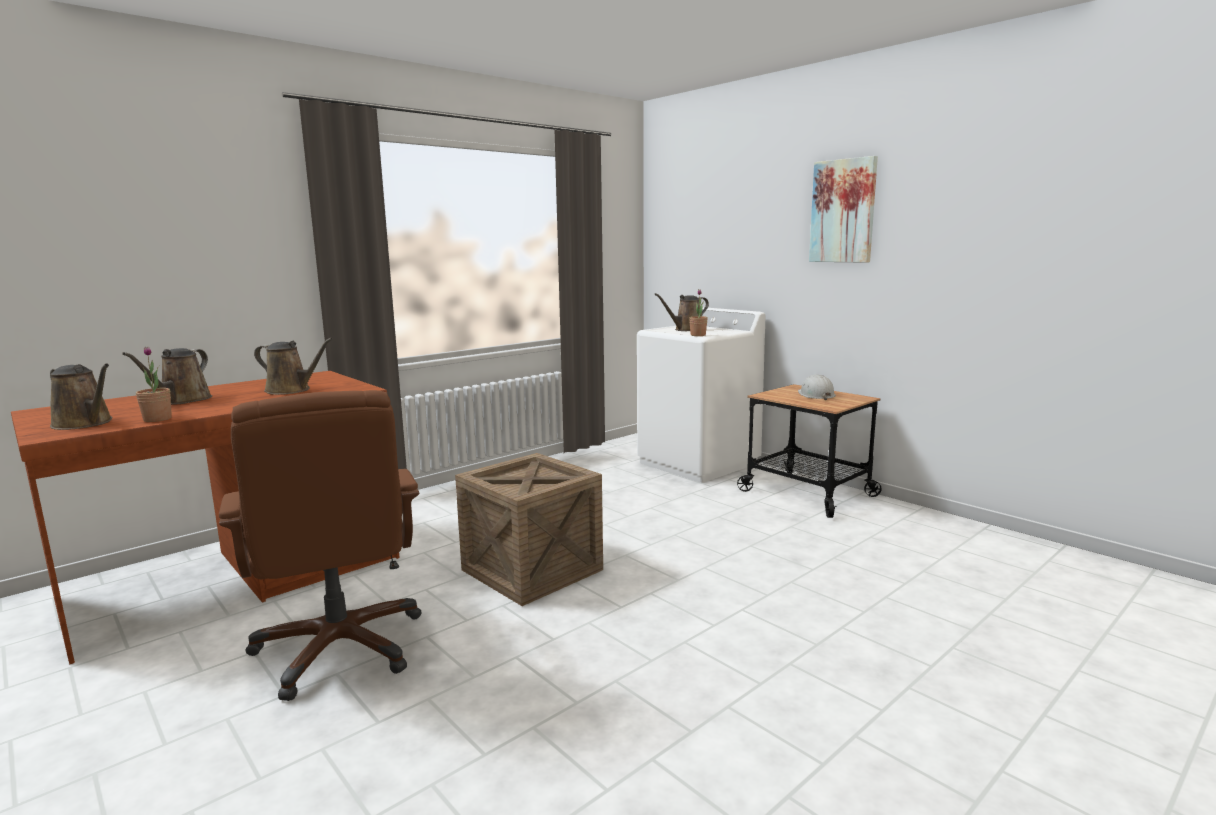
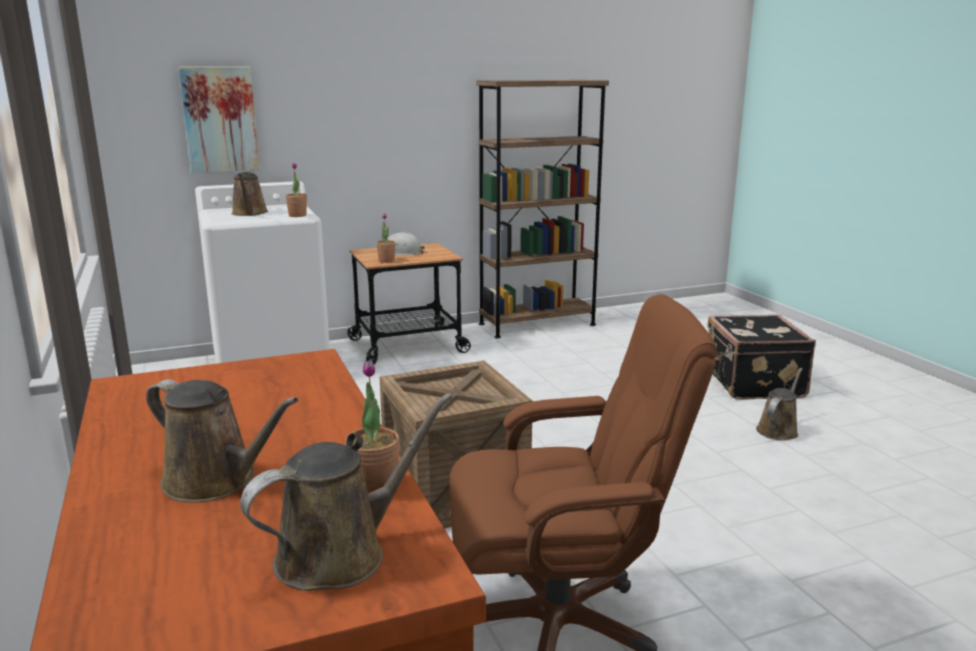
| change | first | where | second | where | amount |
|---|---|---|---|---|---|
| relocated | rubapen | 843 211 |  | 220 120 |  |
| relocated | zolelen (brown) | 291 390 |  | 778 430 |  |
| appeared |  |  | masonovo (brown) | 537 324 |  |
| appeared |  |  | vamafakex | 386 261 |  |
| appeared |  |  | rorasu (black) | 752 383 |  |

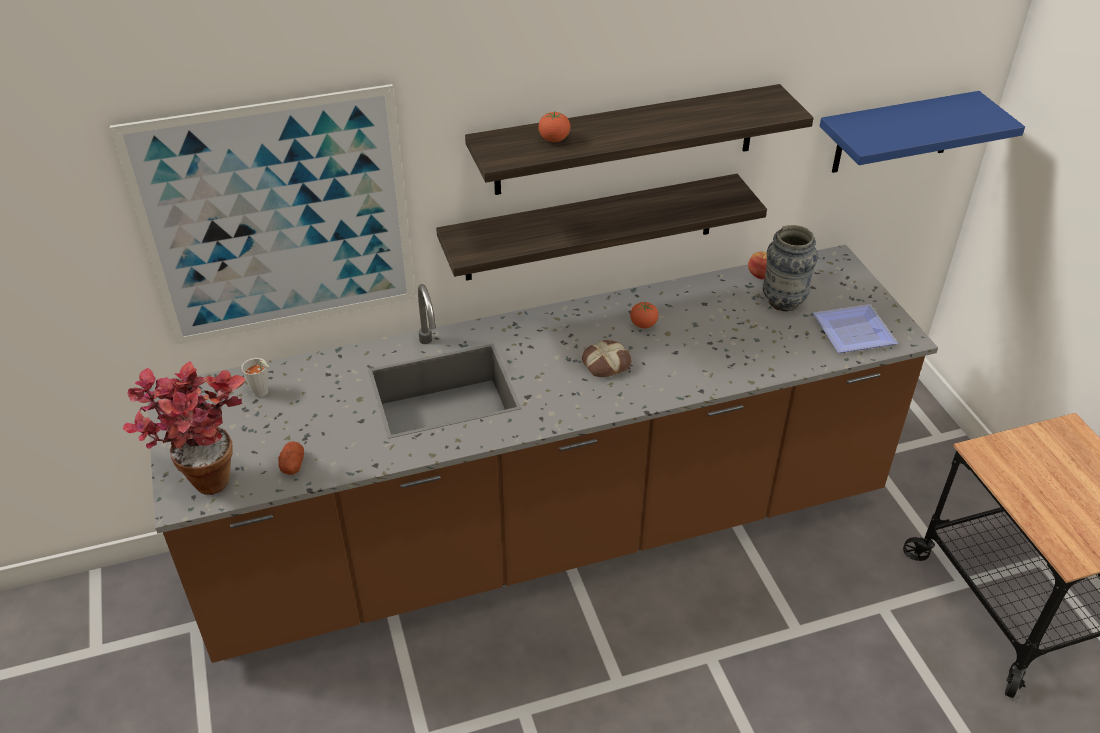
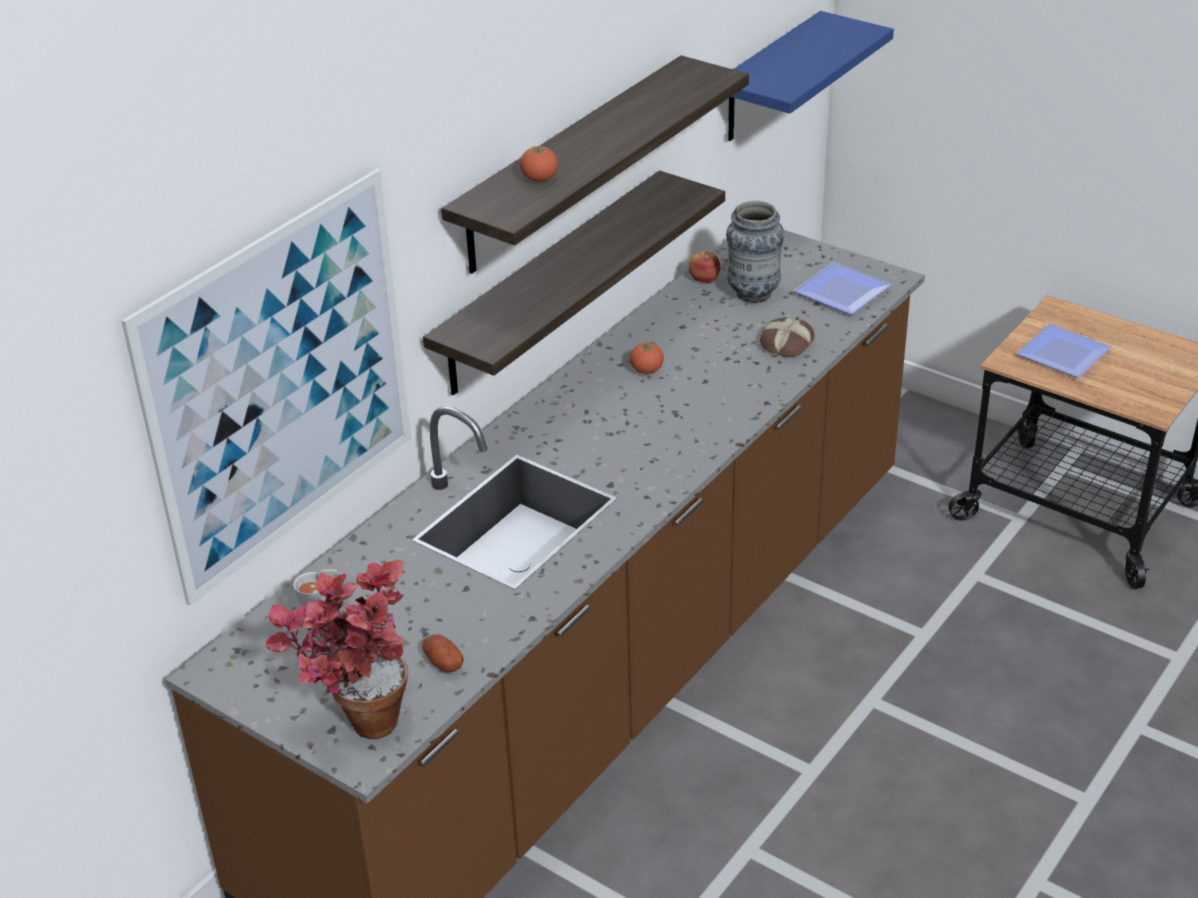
| change | first | where | second | where | amount |
|---|---|---|---|---|---|
| relocated | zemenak | 606 363 |  | 785 343 |  |
| appeared |  |  | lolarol | 1062 352 |  |

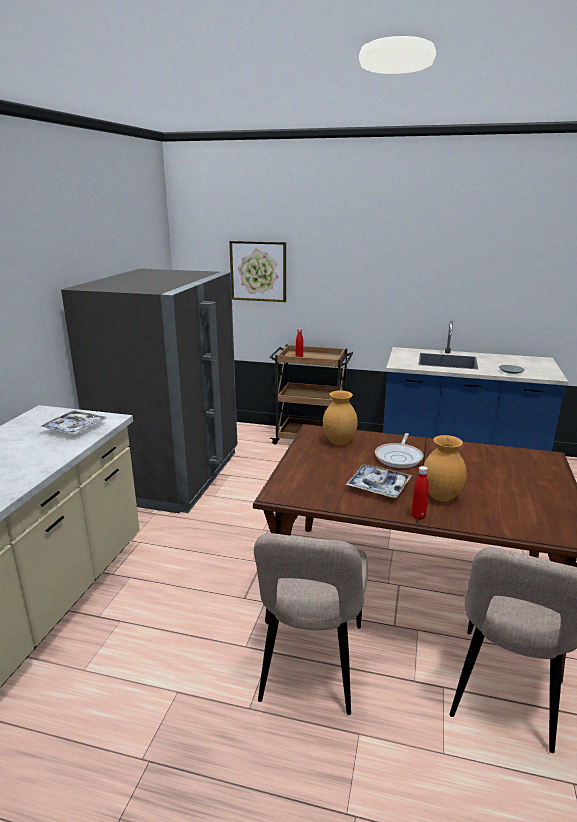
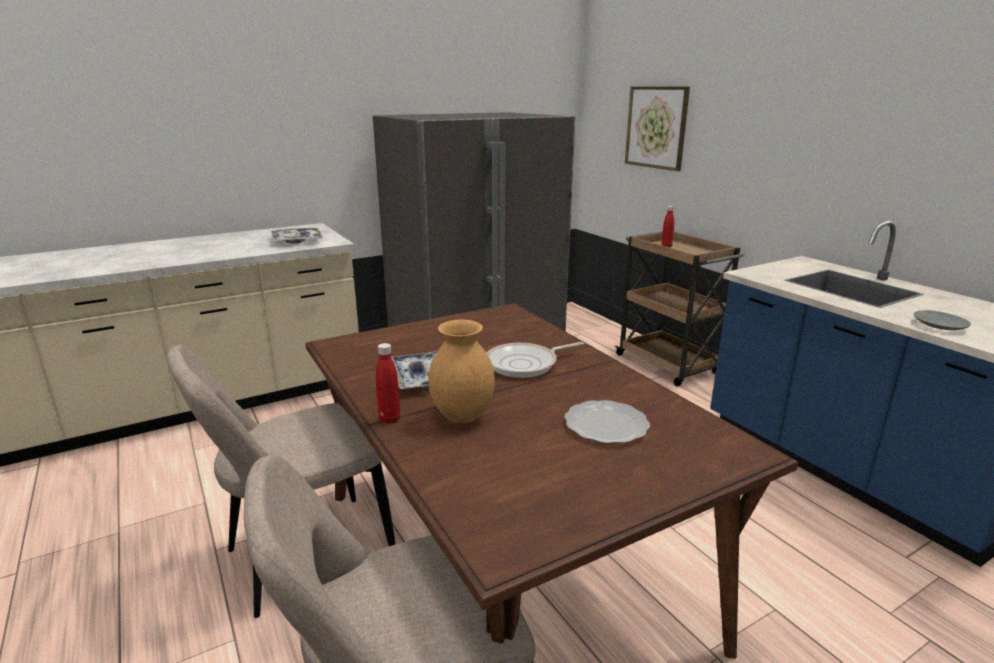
| change | first | where | second | where | amount |
|---|---|---|---|---|---|
| missing | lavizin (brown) | 339 442 |  |  |  |
| appeared |  |  | lolarol | 607 425 |  |

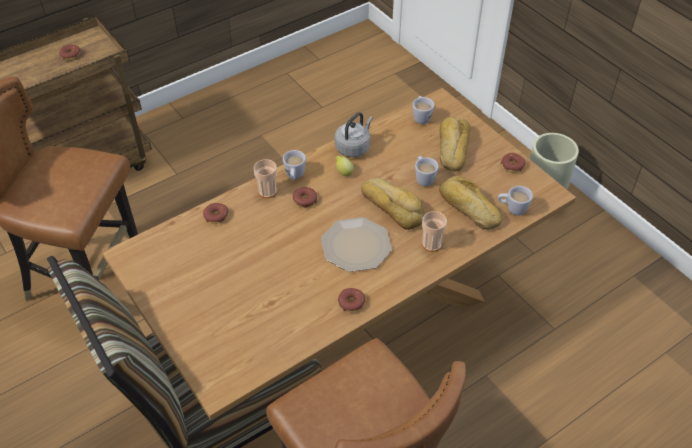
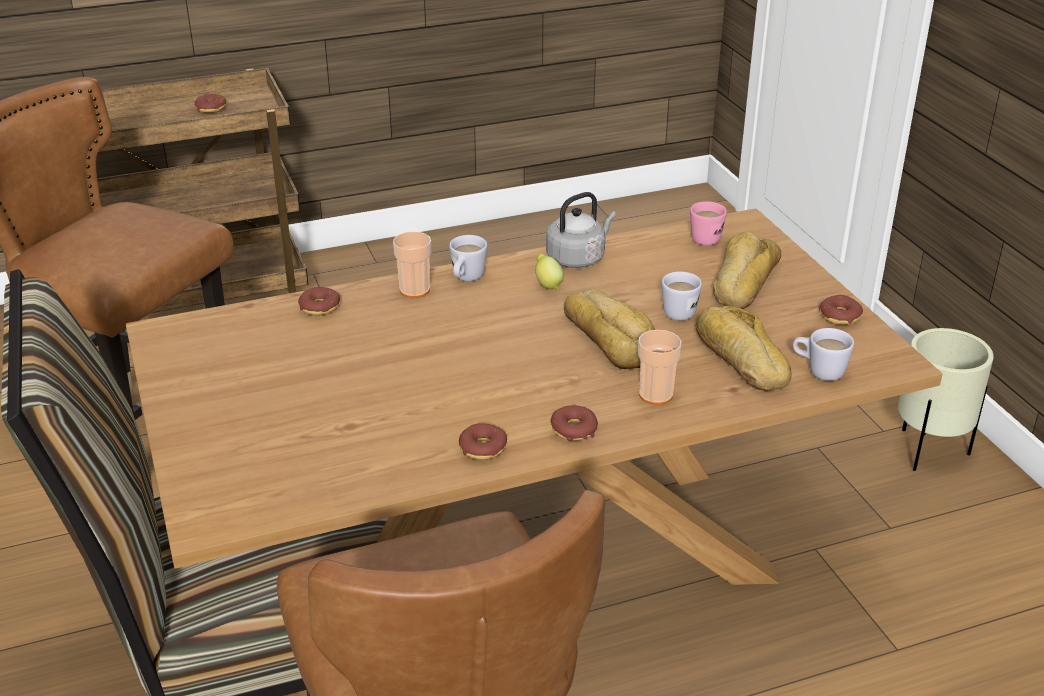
| change | first | where | second | where | amount |
|---|---|---|---|---|---|
| colour | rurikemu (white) | 421 117 | rurikemu (pink) | 705 237 |  |
| relocated | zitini | 305 200 |  | 573 430 |  |
| missing | lolarol | 356 245 |  |  |  |

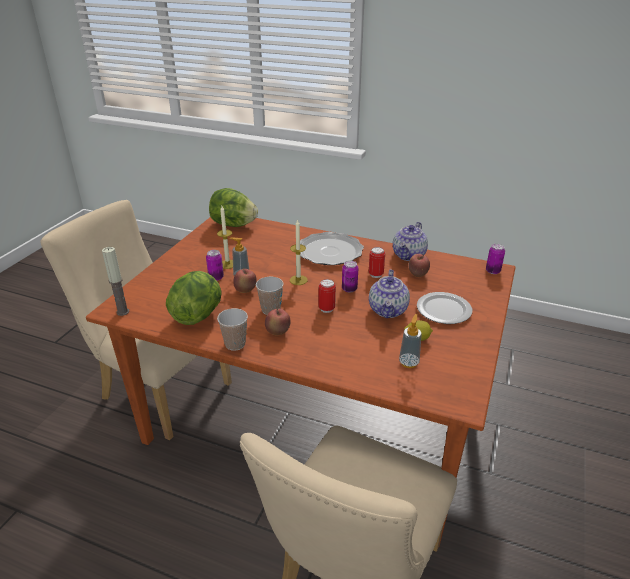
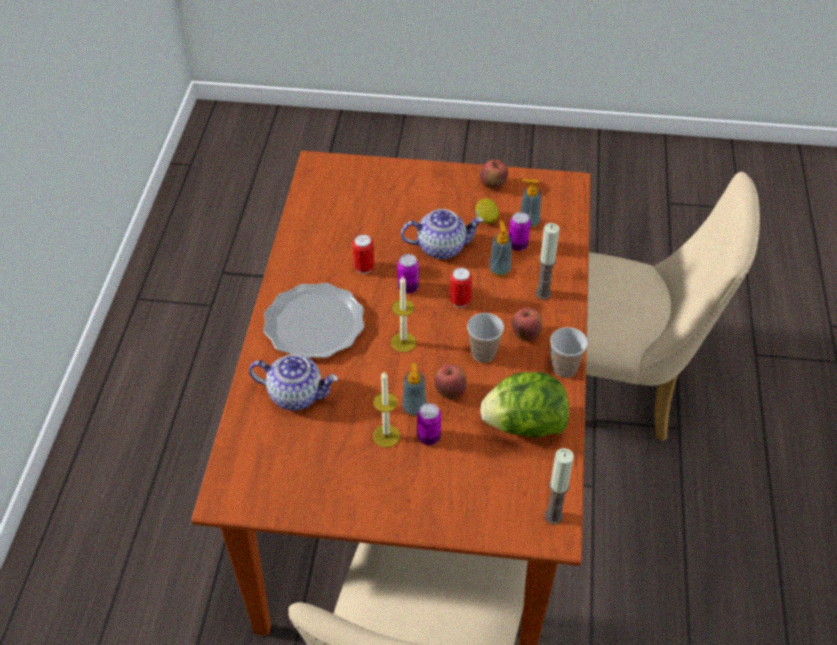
| change | first | where | second | where | amount |
|---|---|---|---|---|---|
| missing | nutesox | 233 225 |  |  |  |
| relocated | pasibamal | 409 255 |  | 296 394 |  |
| relocated | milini | 493 271 |  | 517 245 |  |
| relocated | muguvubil | 417 275 |  | 493 185 |  |
| missing | lolarol | 443 309 |  |  |  |
| appeared |  |  | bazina | 499 270 |  |
| appeared |  |  | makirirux | 543 293 |  |

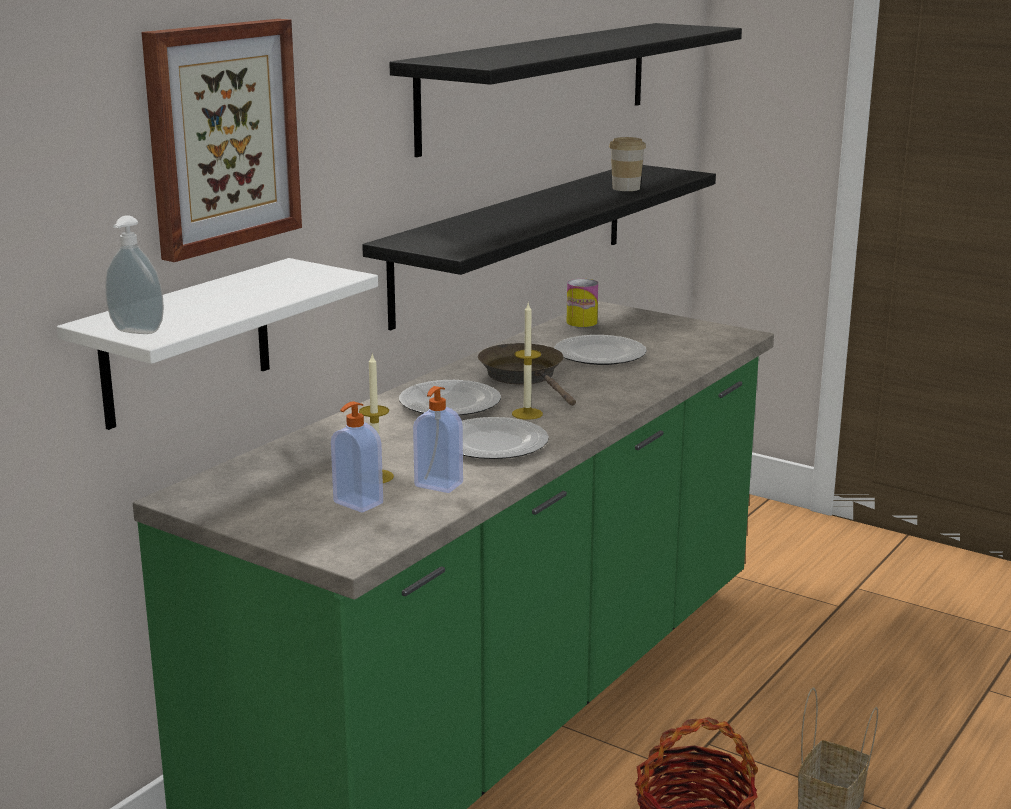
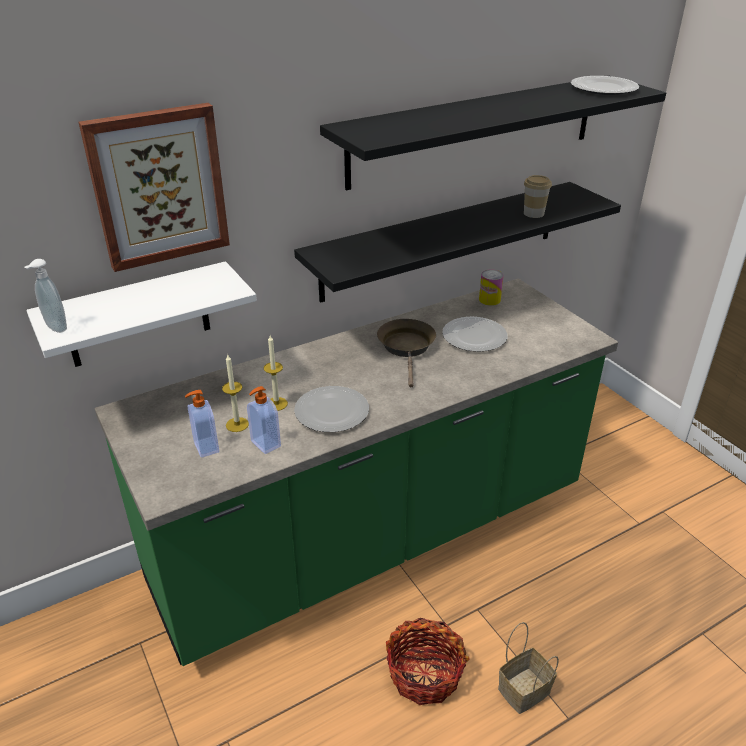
| change | first | where | second | where | amount |
|---|---|---|---|---|---|
| relocated | makirirux | 527 414 |  | 276 404 |  |
| relocated | lolarol | 448 403 |  | 603 88 |  |

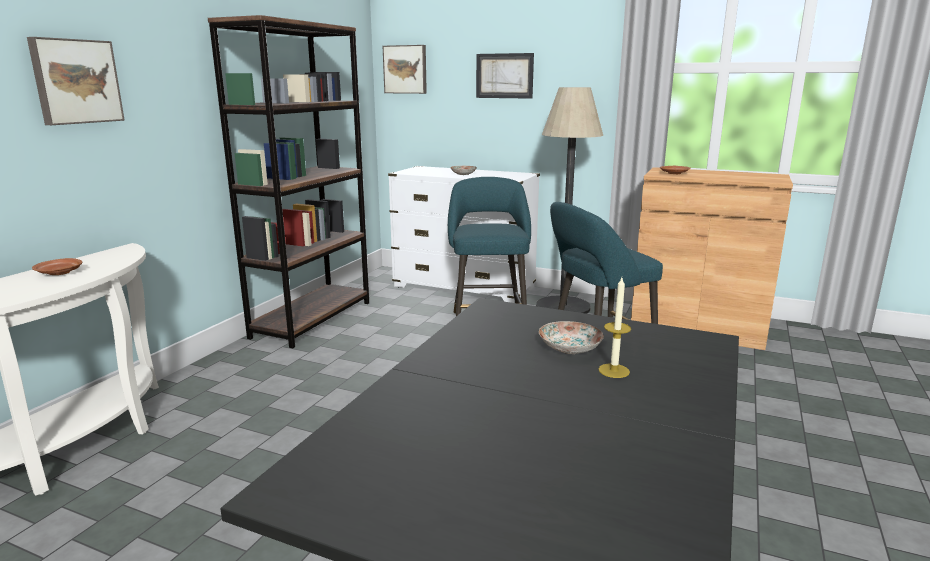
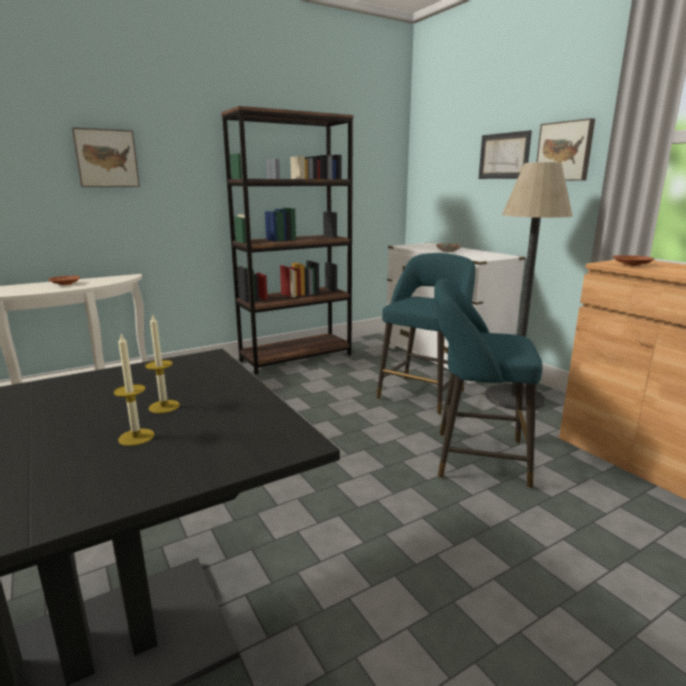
| change | first | where | second | where | amount |
|---|---|---|---|---|---|
| relocated | rubapen | 405 69 |  | 565 151 |  |
| exchanged | lolarol | 571 348 | makirirux | 164 406 |  |

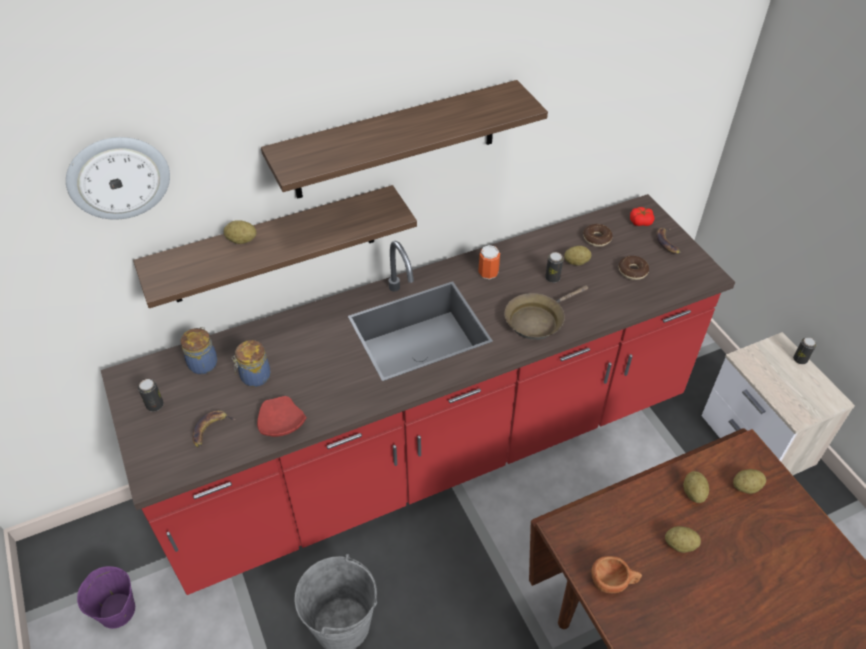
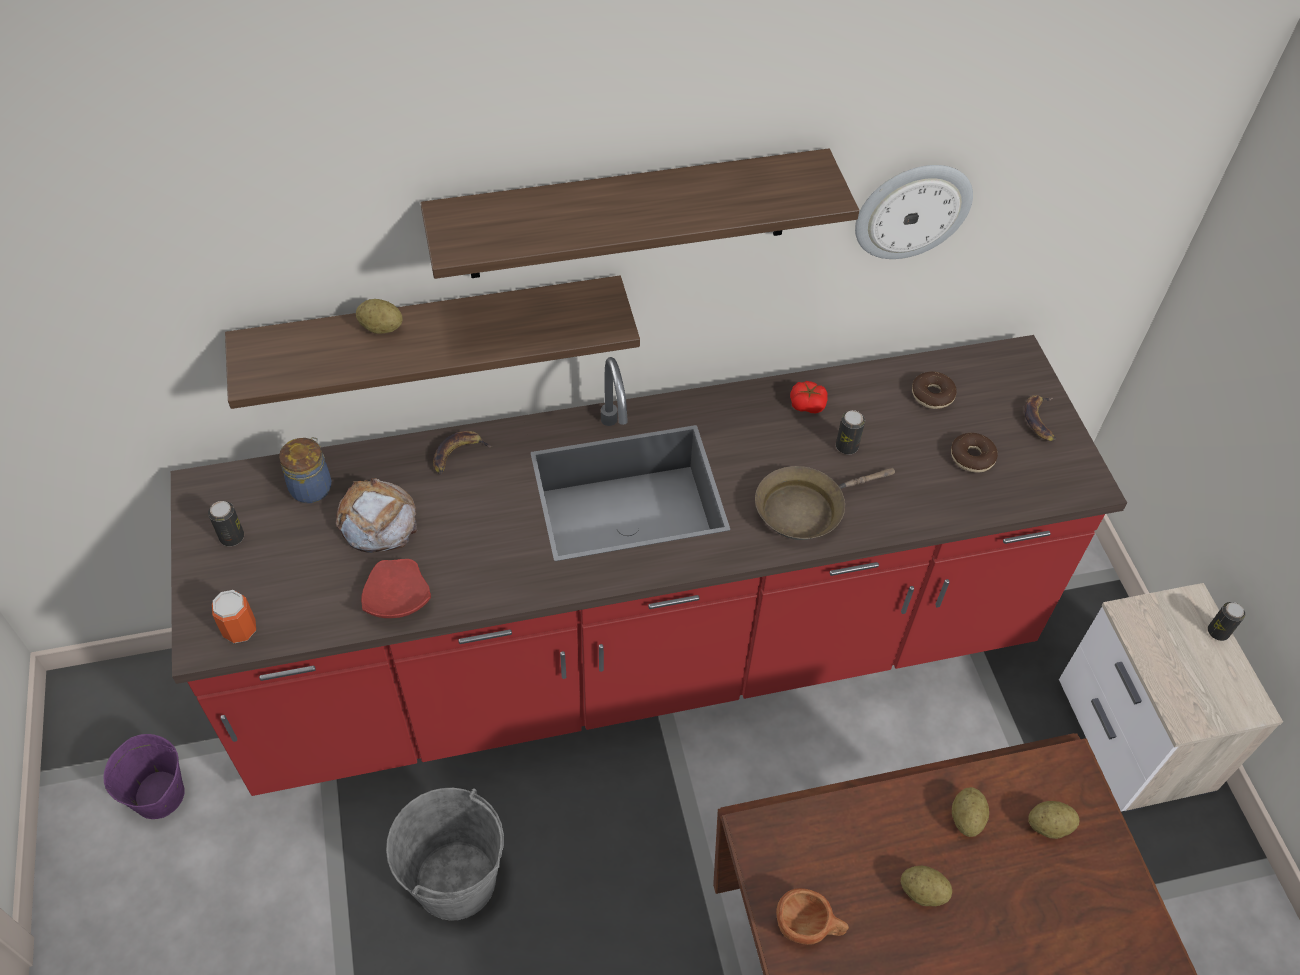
| change | first | where | second | where | amount |
|---|---|---|---|---|---|
| relocated | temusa | 118 177 |  | 912 210 |  |
| relocated | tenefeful | 640 222 |  | 807 404 |  |
| relocated | milini | 488 273 |  | 240 630 |  |
| missing | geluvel | 576 262 |  |  |  |
| exchanged | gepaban | 254 377 | zemenak | 377 521 |  |
| relocated | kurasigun | 210 430 |  | 457 455 |  |

